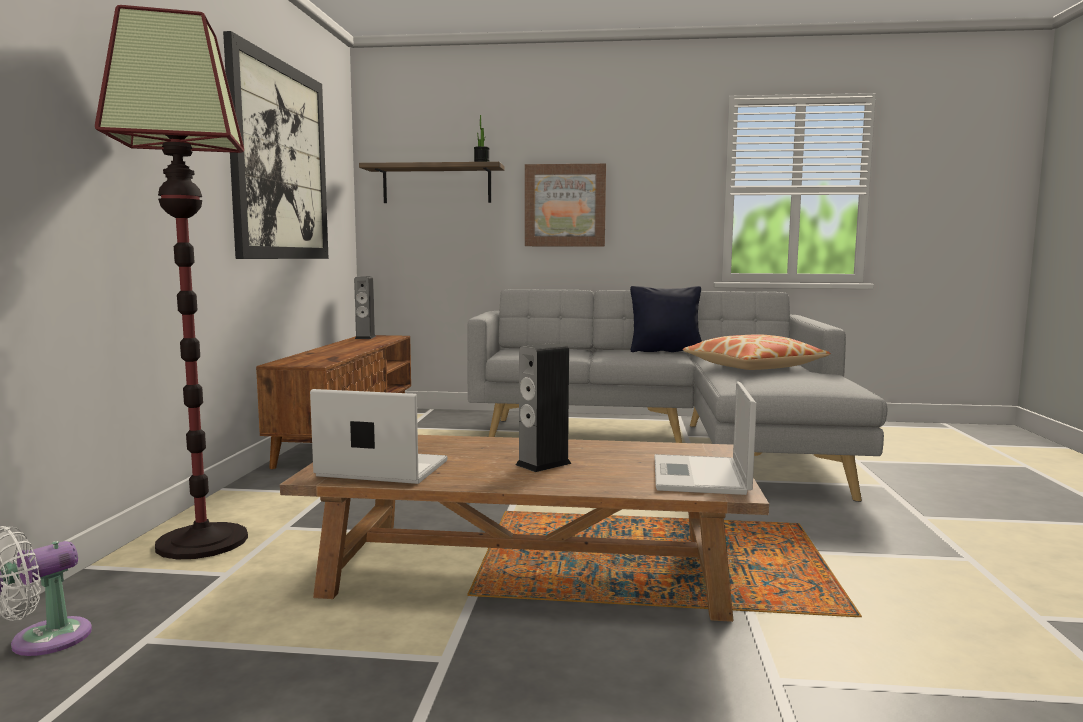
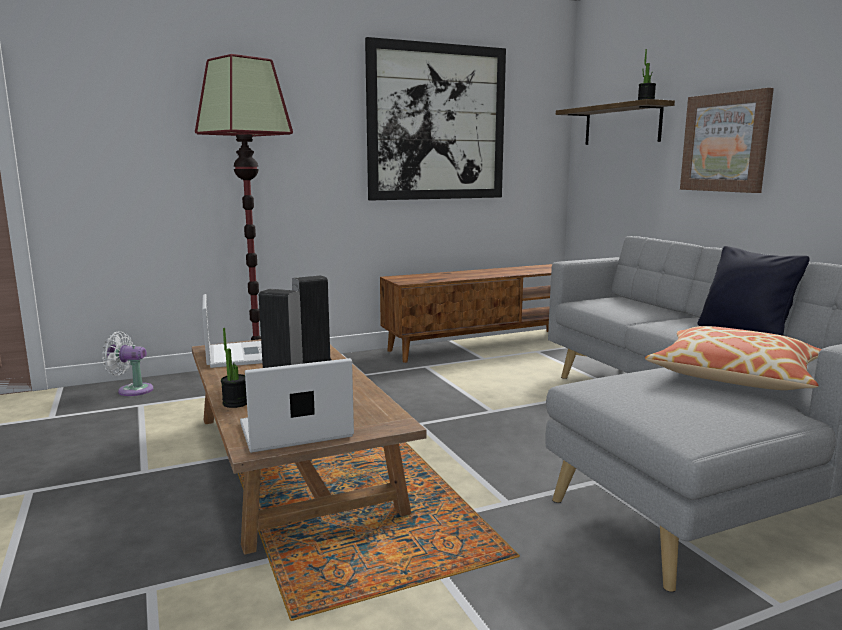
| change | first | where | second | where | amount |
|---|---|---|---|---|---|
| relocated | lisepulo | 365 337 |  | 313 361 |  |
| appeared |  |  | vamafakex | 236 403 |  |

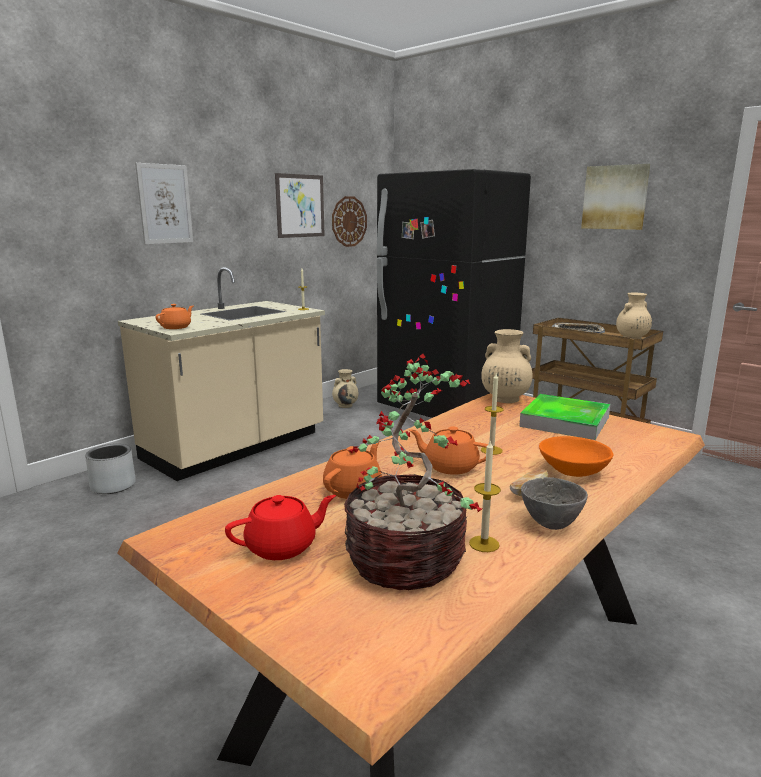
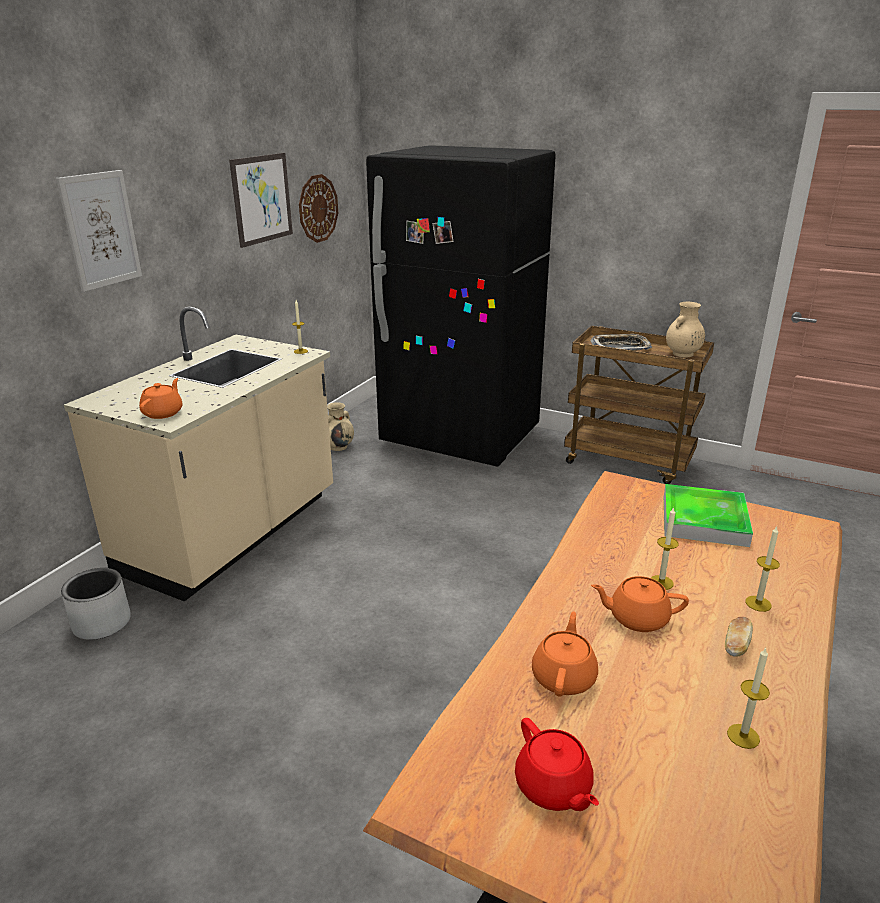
| change | first | where | second | where | amount |
|---|---|---|---|---|---|
| missing | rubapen | 615 197 |  |  |  |
| missing | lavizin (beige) | 504 399 |  |  |  |
| missing | vamafakex | 408 561 |  |  |  |
| exchanged | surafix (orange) | 573 471 | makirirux | 758 603 |  |
| missing | surafix (grey) | 551 524 |  |  |  |
| spun | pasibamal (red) | 282 546 |  | 553 787 | 105 degrees clockwise |

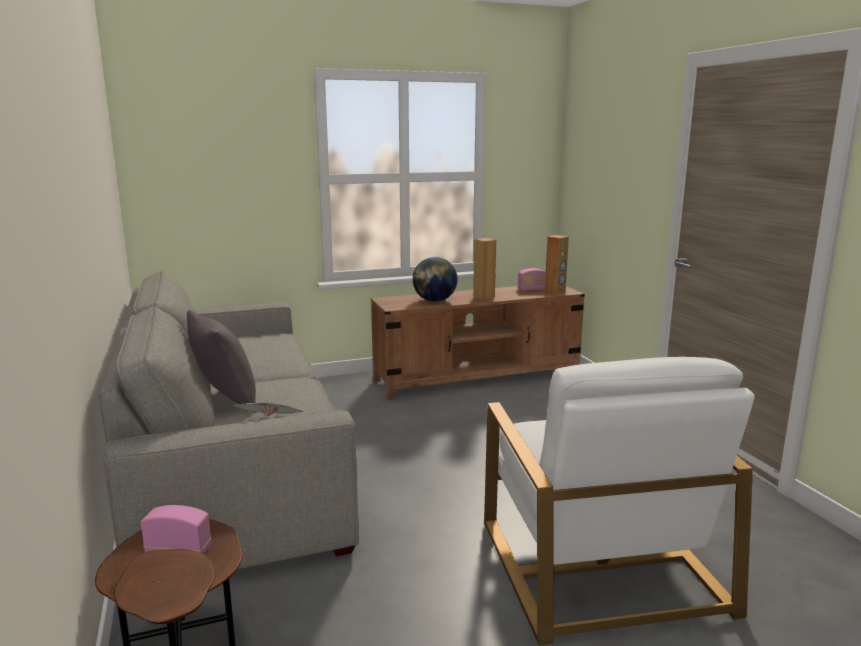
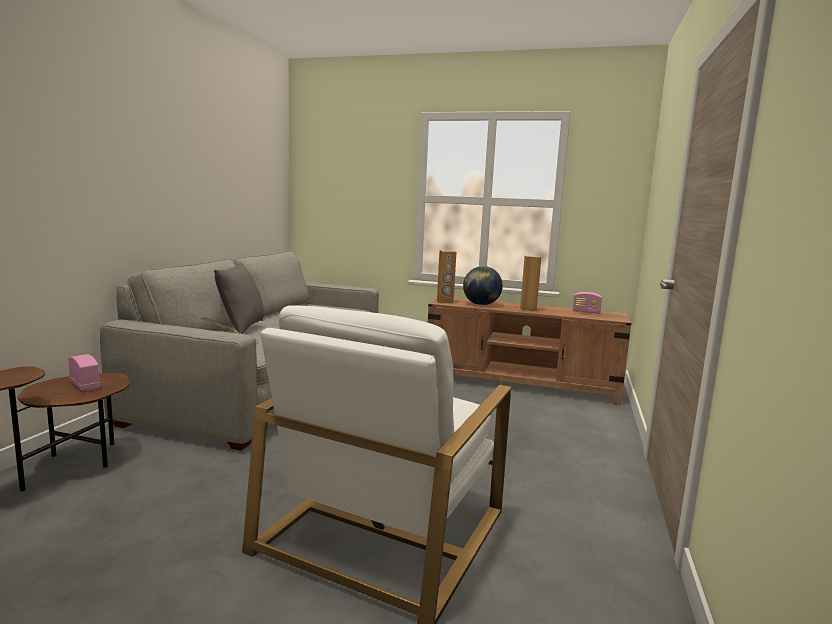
| change | first | where | second | where | amount |
|---|---|---|---|---|---|
| relocated | lisepulo (brown) | 555 292 |  | 445 302 |  |

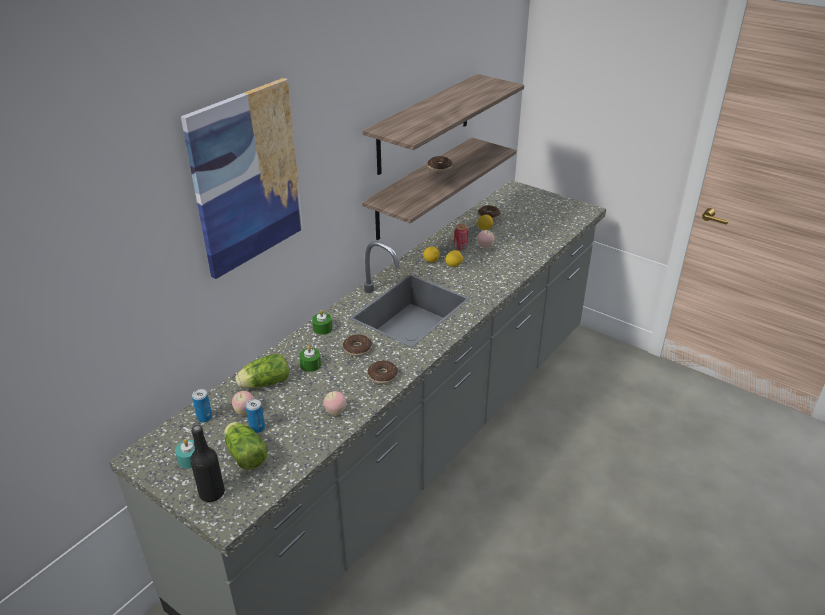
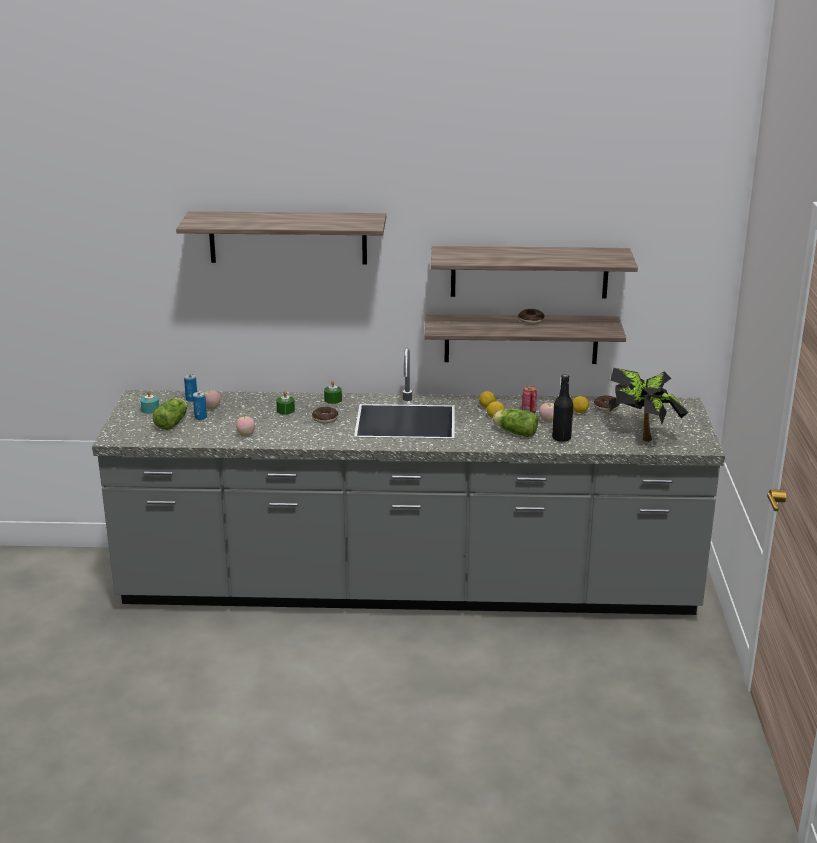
| change | first | where | second | where | amount |
|---|---|---|---|---|---|
| exchanged | rubapen | 246 178 | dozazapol | 288 237 |  |
| relocated | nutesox | 263 383 |  | 514 432 |  |
| missing | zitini | 382 376 |  |  |  |
| relocated | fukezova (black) | 212 493 |  | 561 438 |  |
| appeared |  |  | vamafakex | 643 435 |  |

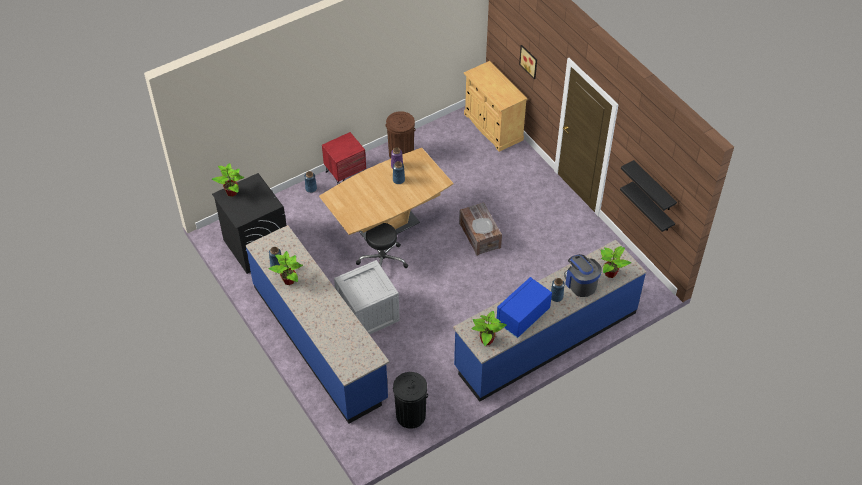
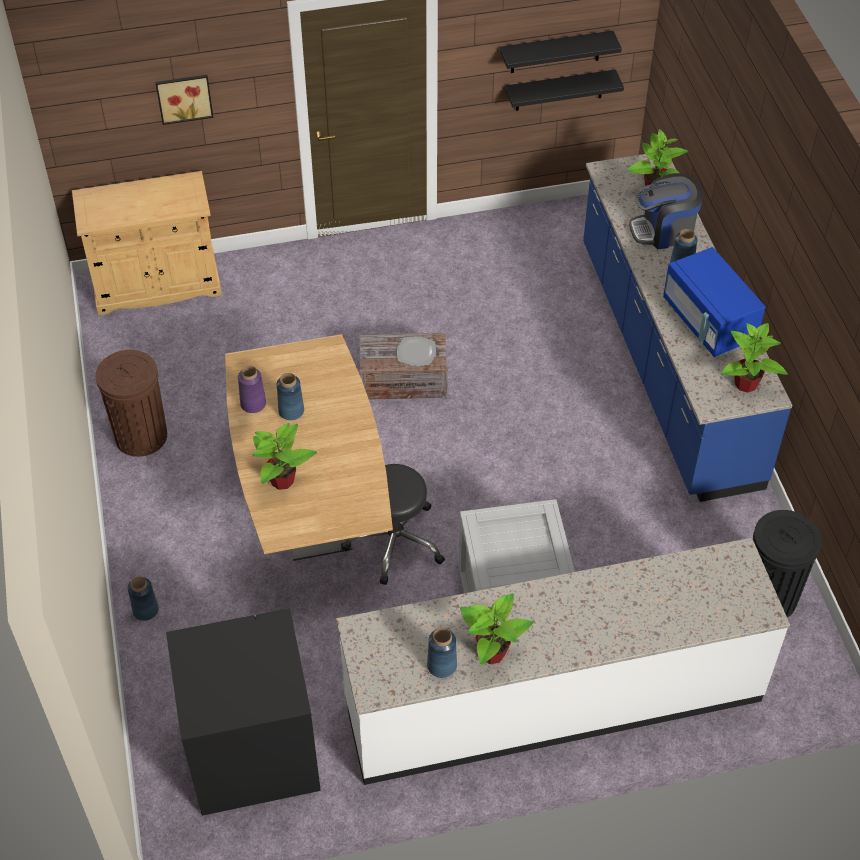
| change | first | where | second | where | amount |
|---|---|---|---|---|---|
| missing | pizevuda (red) | 345 174 |  |  |  |
| relocated | vamafakex | 232 192 |  | 282 480 |  |
| colour | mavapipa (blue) | 319 342 | mavapipa (white) | 552 699 |  |

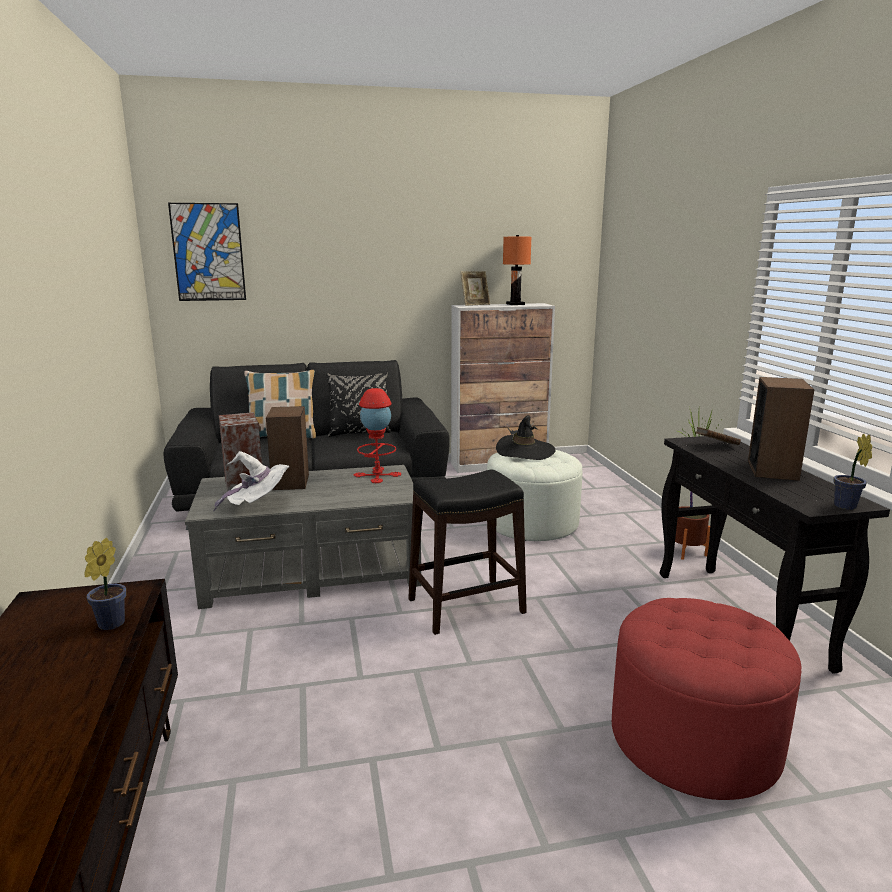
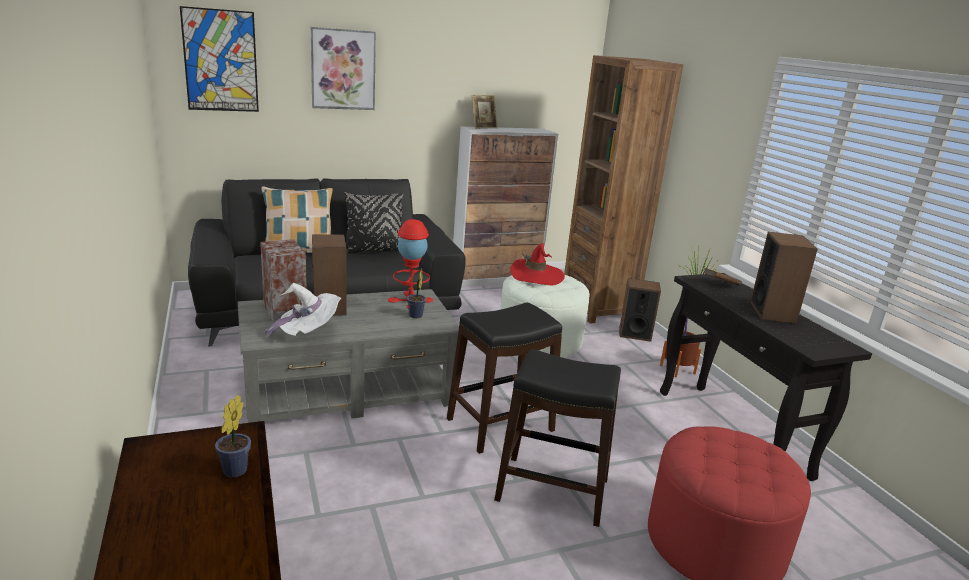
| change | first | where | second | where | amount |
|---|---|---|---|---|---|
| missing | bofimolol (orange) | 515 304 |  |  |  |
| colour | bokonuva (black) | 525 451 | bokonuva (red) | 537 276 |  |
| relocated | vamafakex | 846 507 |  | 415 316 |  |
| appeared |  |  | rubapen | 343 69 |  |
| appeared |  |  | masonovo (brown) | 598 308 |  |
| appeared |  |  | lisepulo | 634 334 |  |
| appeared |  |  | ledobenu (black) | 552 489 |  |

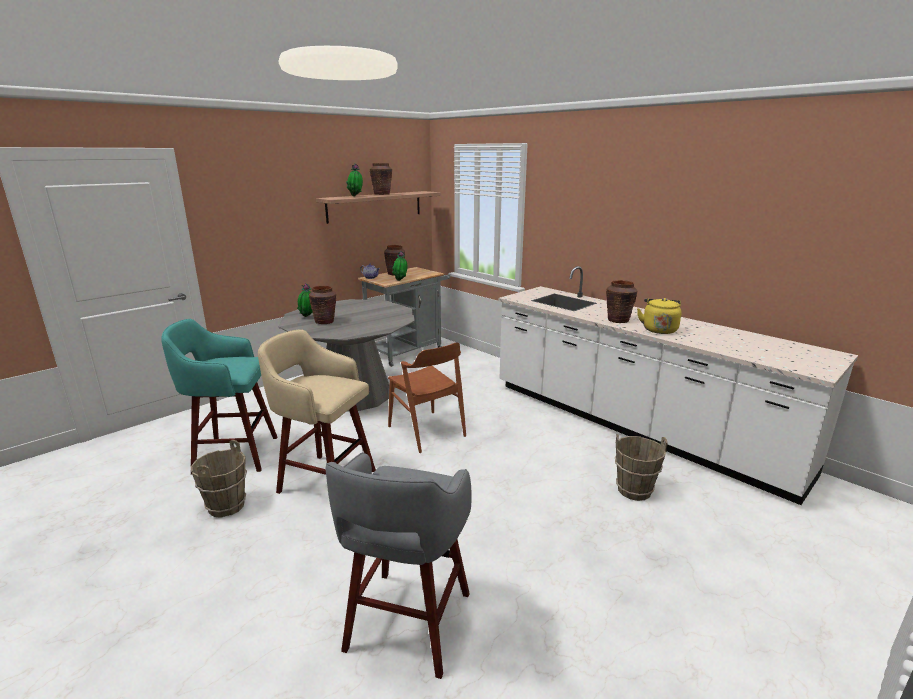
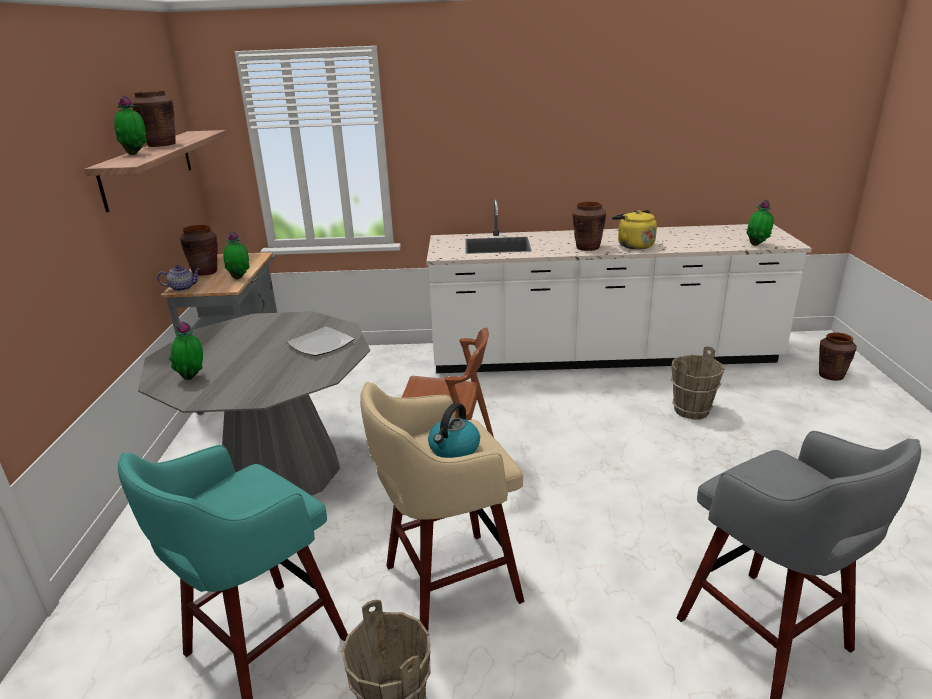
| change | first | where | second | where | amount |
|---|---|---|---|---|---|
| relocated | lavizin (brown) | 325 322 |  | 830 376 |  |
| appeared |  |  | vamafakex | 757 245 |  |
| appeared |  |  | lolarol | 321 344 |  |
| appeared |  |  | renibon | 454 449 |  |

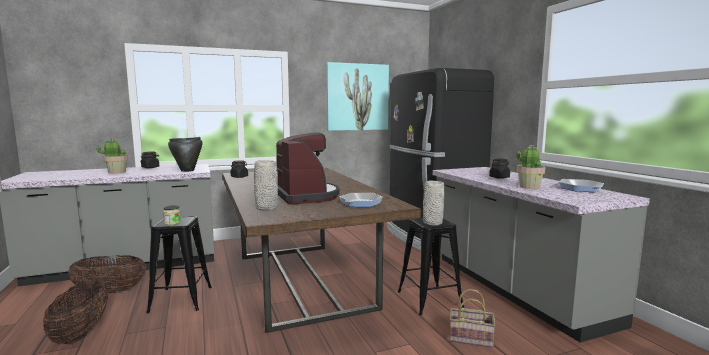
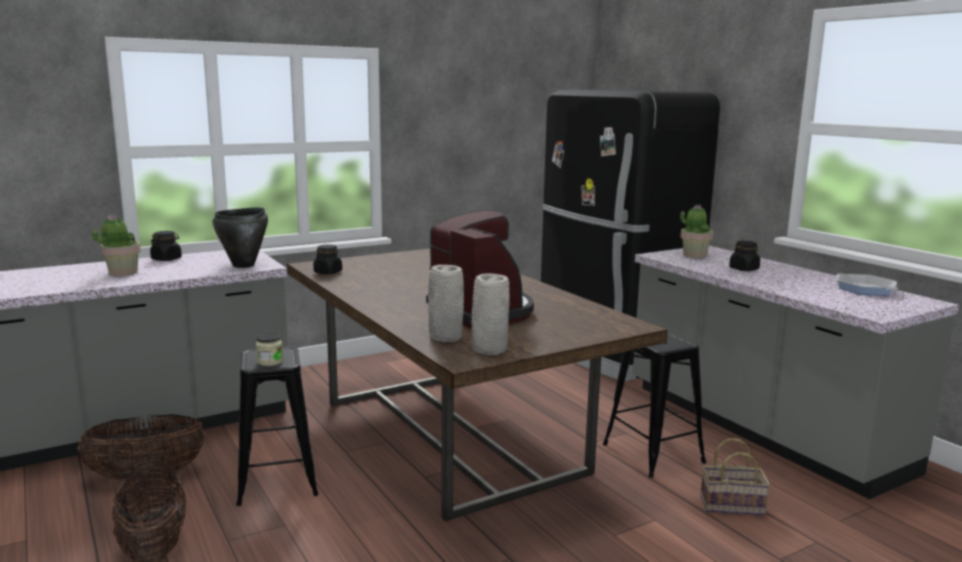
| change | first | where | second | where | amount |
|---|---|---|---|---|---|
| missing | rubapen | 357 97 |  |  |  |
| relocated | vamafakex | 529 187 |  | 694 255 |  |
| relocated | lavizin (grey) | 432 223 |  | 488 350 |  |
| missing | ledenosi | 361 203 |  |  |  |

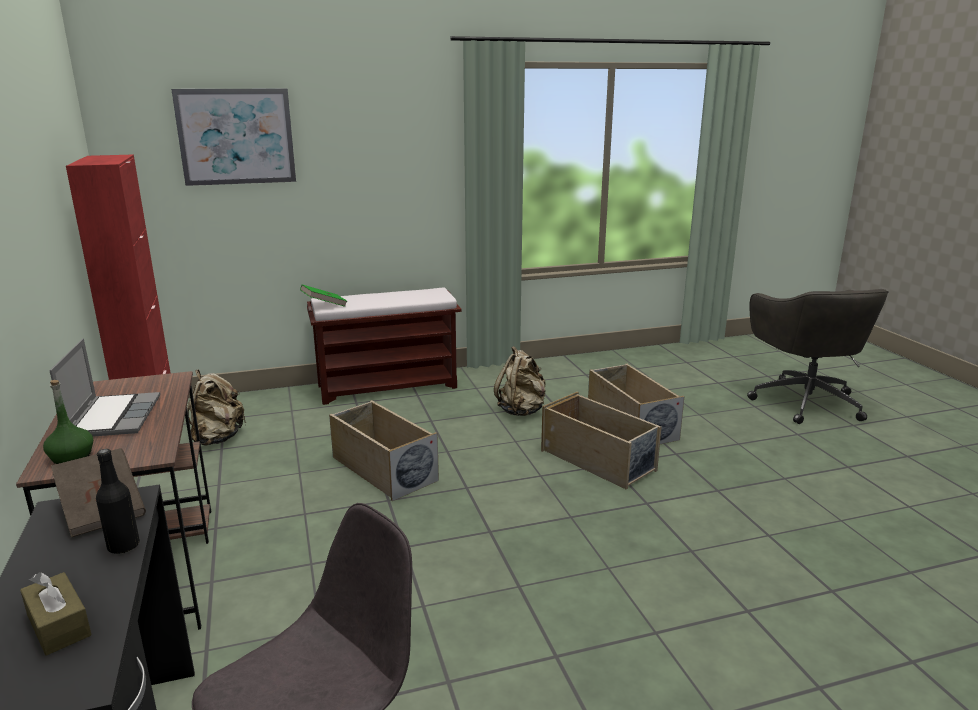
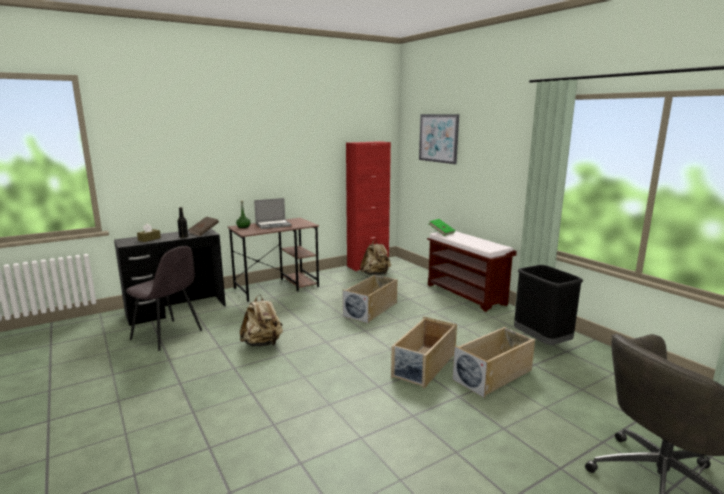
| change | first | where | second | where | amount |
|---|---|---|---|---|---|
| relocated | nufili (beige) | 522 410 |  | 263 344 |  |
| appeared |  |  | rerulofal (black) | 542 342 |  |

